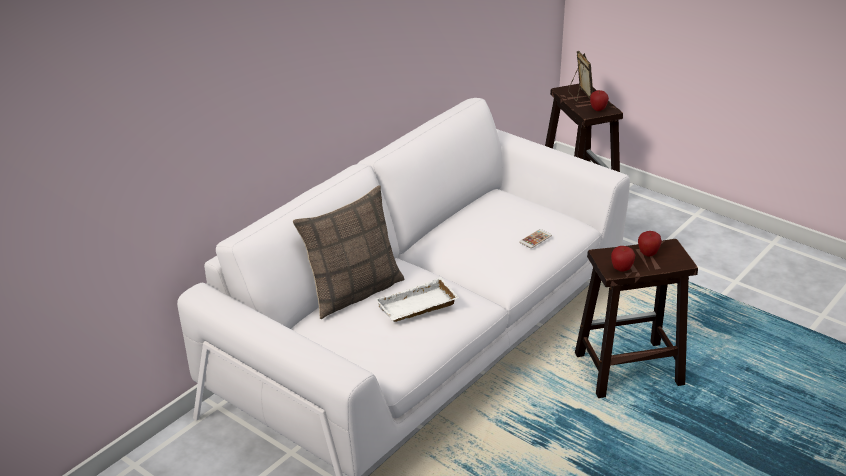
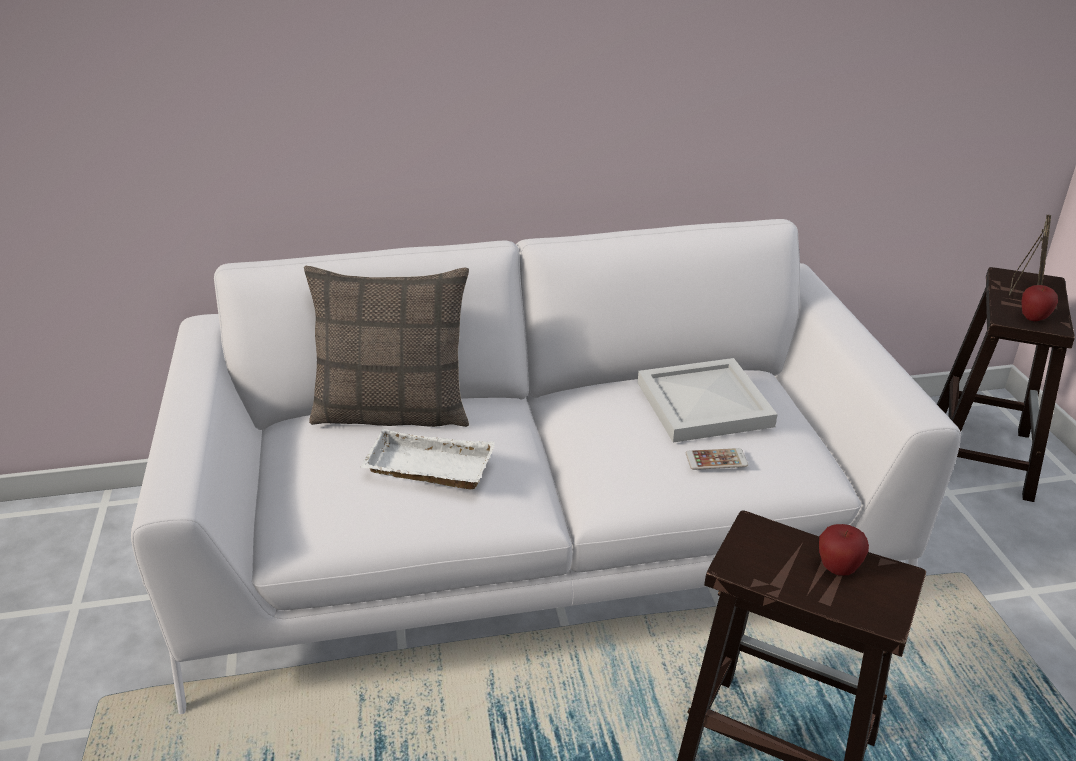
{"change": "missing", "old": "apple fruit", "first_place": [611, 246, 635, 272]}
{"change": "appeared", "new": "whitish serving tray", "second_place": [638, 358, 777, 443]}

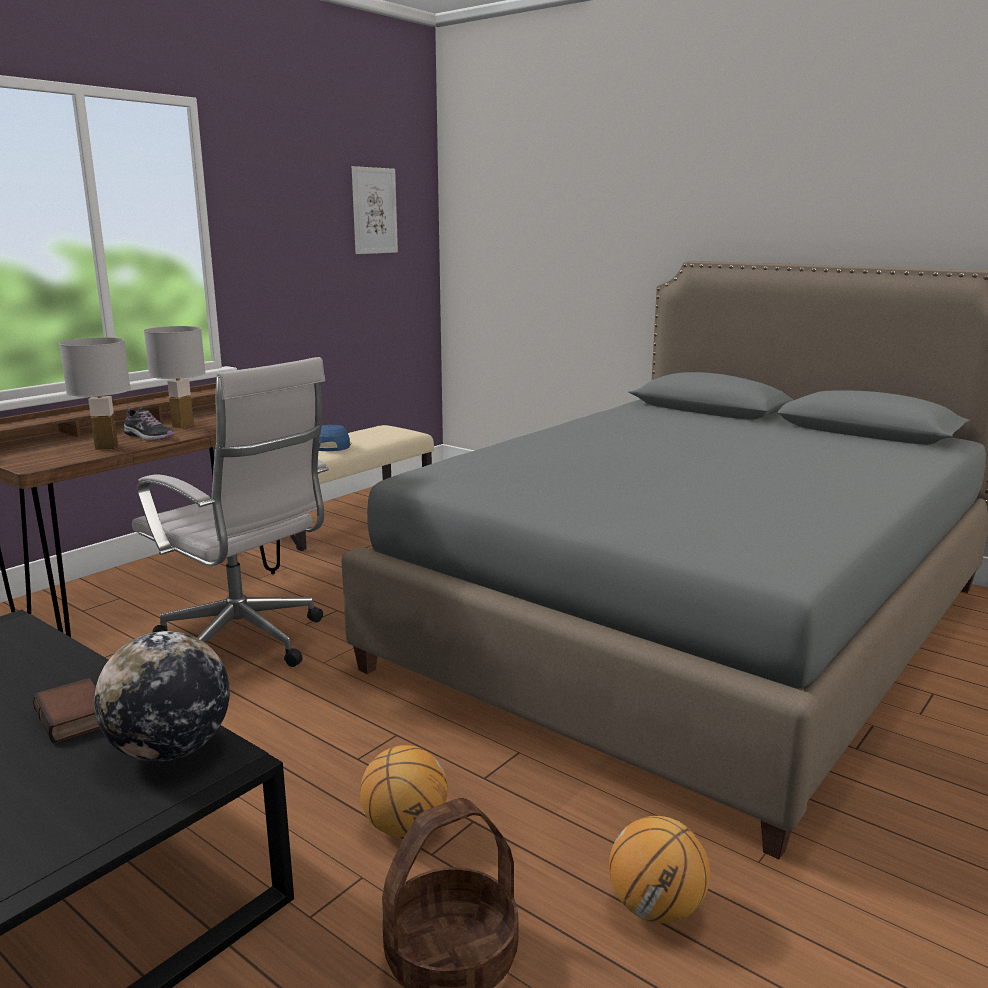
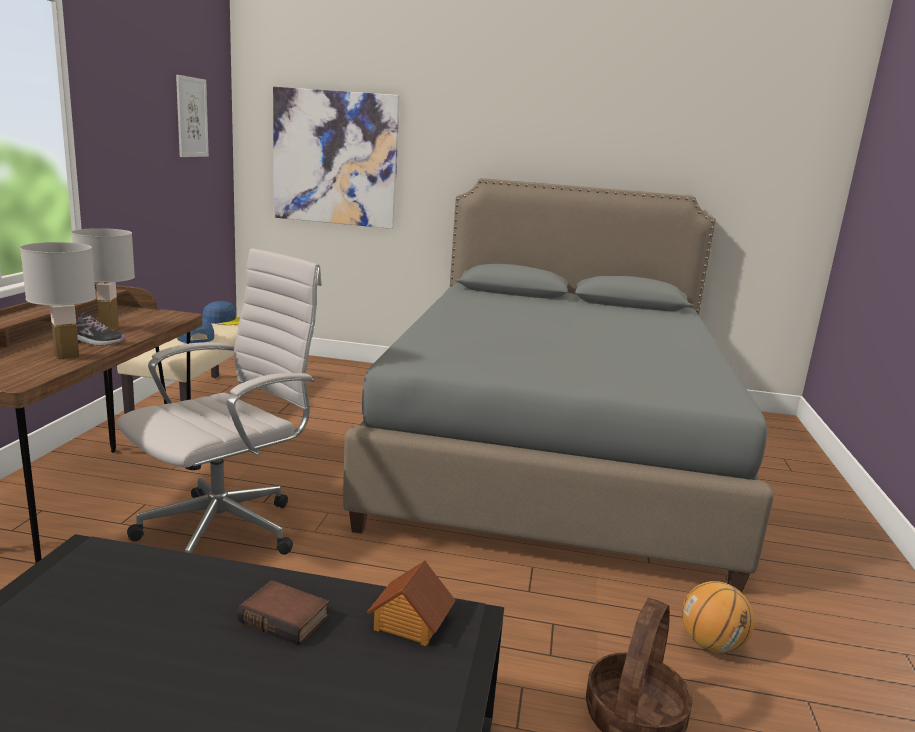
{"change": "spun", "old": "whitish computer chair", "first_place": [132, 357, 329, 667], "second_place": [117, 248, 322, 555], "degrees": -60}
{"change": "exchanged", "old": "globe", "new": "model house", "first_place": [94, 631, 230, 762], "second_place": [367, 560, 456, 646]}
{"change": "missing", "old": "basketball ball", "first_place": [360, 745, 448, 837]}
{"change": "appeared", "new": "wall picture", "second_place": [273, 87, 400, 229]}
{"change": "appeared", "new": "bluish baseball cap", "second_place": [203, 301, 240, 325]}

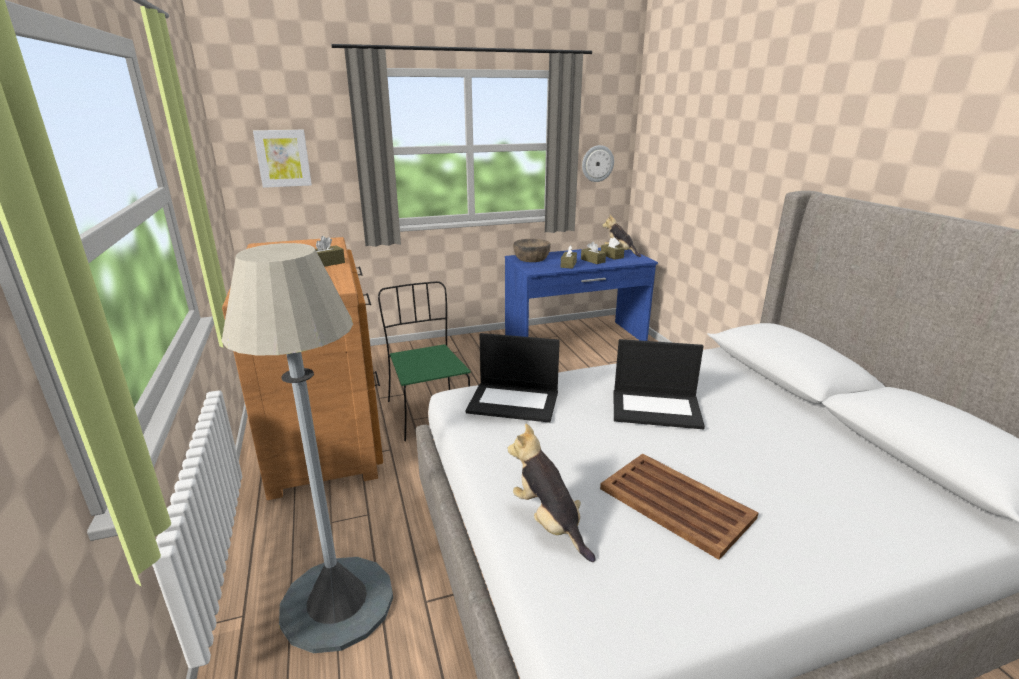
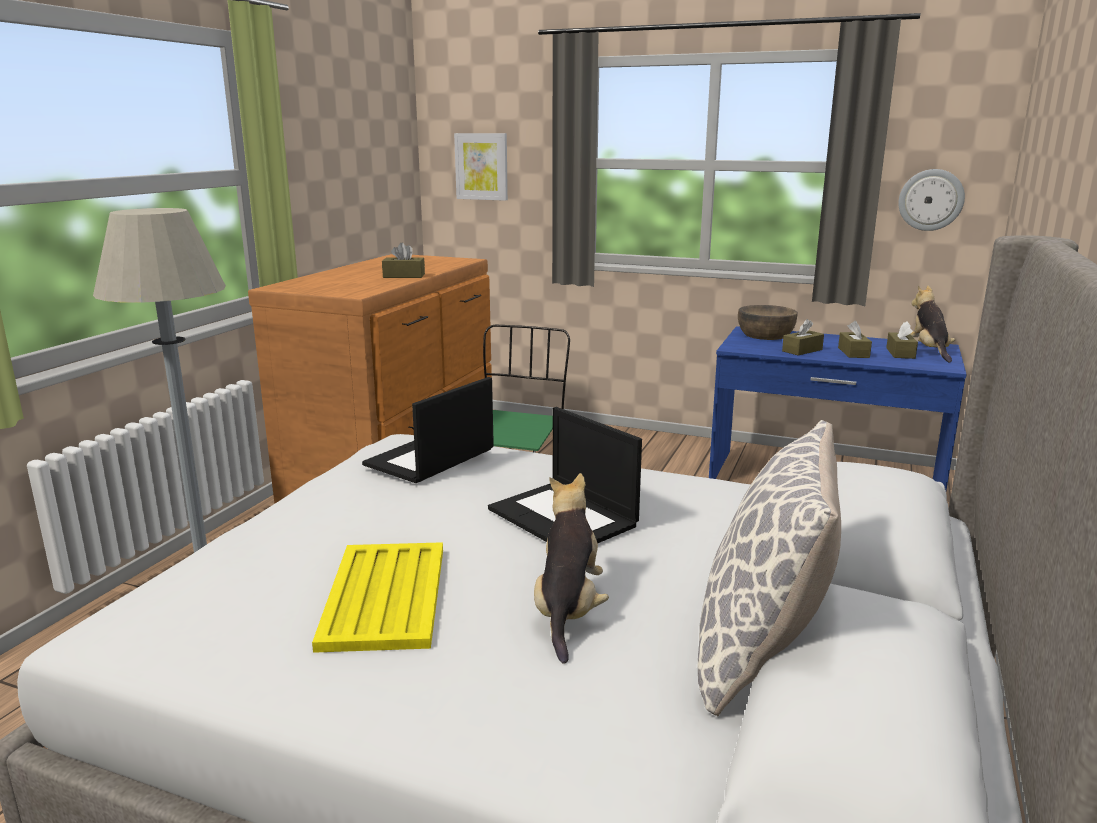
{"change": "spun", "old": "laptop", "first_place": [466, 333, 560, 423], "second_place": [362, 377, 494, 483], "degrees": 75}
{"change": "relocated", "old": "soft toy", "first_place": [507, 424, 596, 562], "second_place": [534, 473, 609, 664]}
{"change": "colour", "old": "brownish serving tray", "new": "yellow serving tray", "first_place": [600, 454, 758, 560], "second_place": [312, 542, 443, 653]}
{"change": "appeared", "new": "pillow", "second_place": [698, 420, 841, 716]}

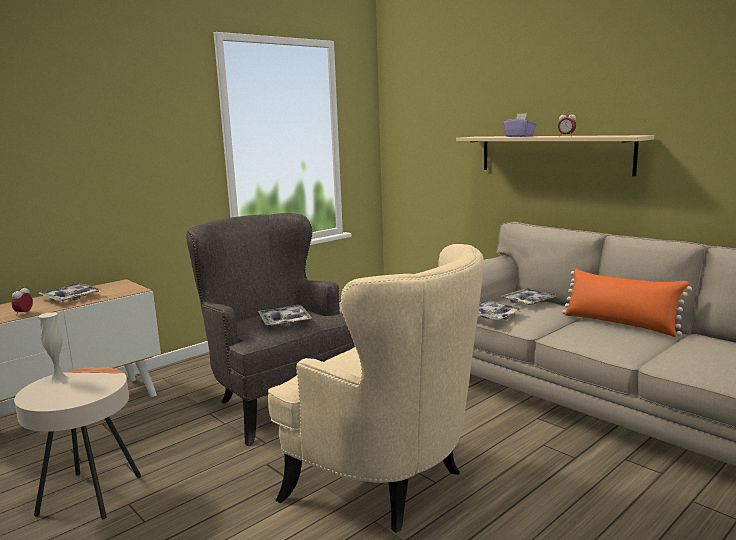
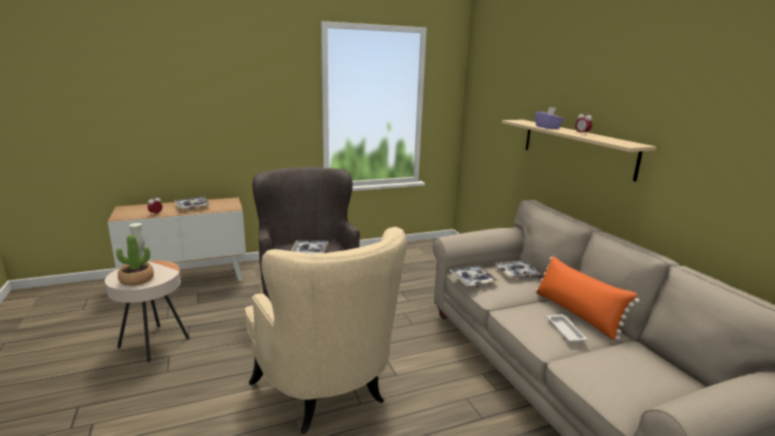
{"change": "appeared", "new": "potted plant", "second_place": [116, 235, 154, 286]}
{"change": "appeared", "new": "whitish serving tray", "second_place": [547, 315, 588, 342]}

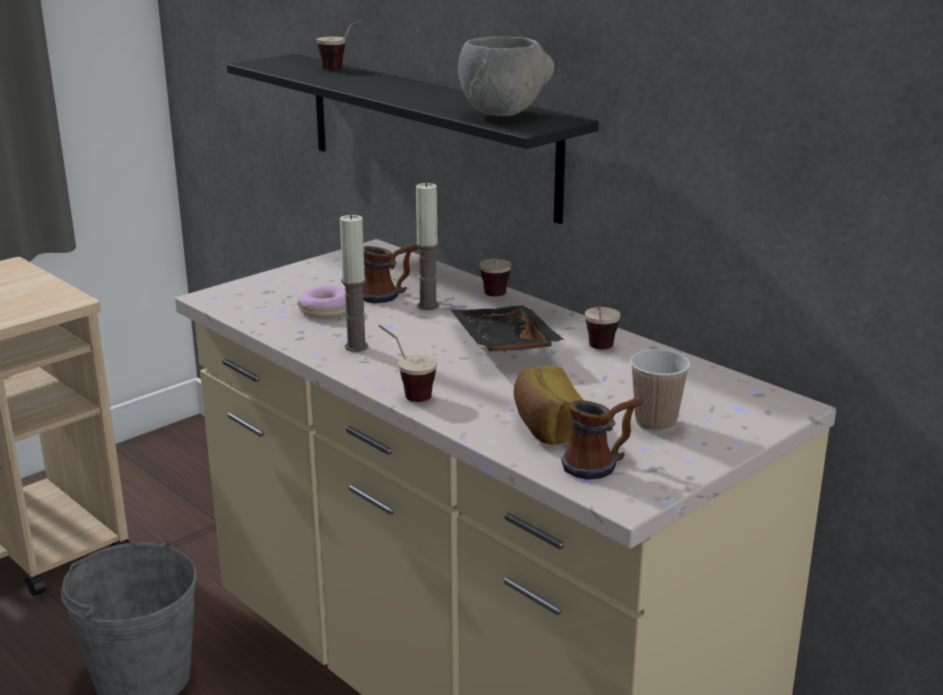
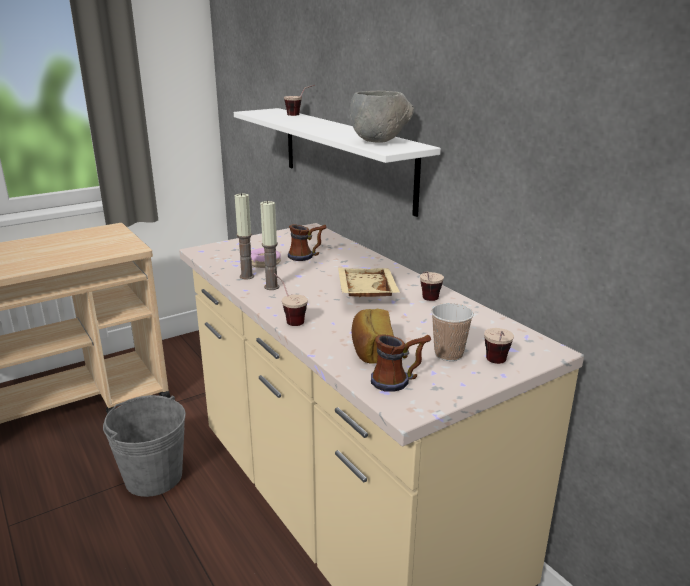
{"change": "colour", "old": "black wall shelf", "new": "whitish wall shelf", "first_place": [227, 54, 599, 224], "second_place": [234, 108, 441, 217]}
{"change": "relocated", "old": "wax candle", "first_place": [416, 182, 439, 310], "second_place": [234, 193, 254, 279]}
{"change": "relocated", "old": "small cup", "first_place": [480, 256, 511, 297], "second_place": [484, 328, 514, 364]}
{"change": "colour", "old": "black serving tray", "new": "beige serving tray", "first_place": [451, 305, 565, 352], "second_place": [338, 268, 400, 297]}

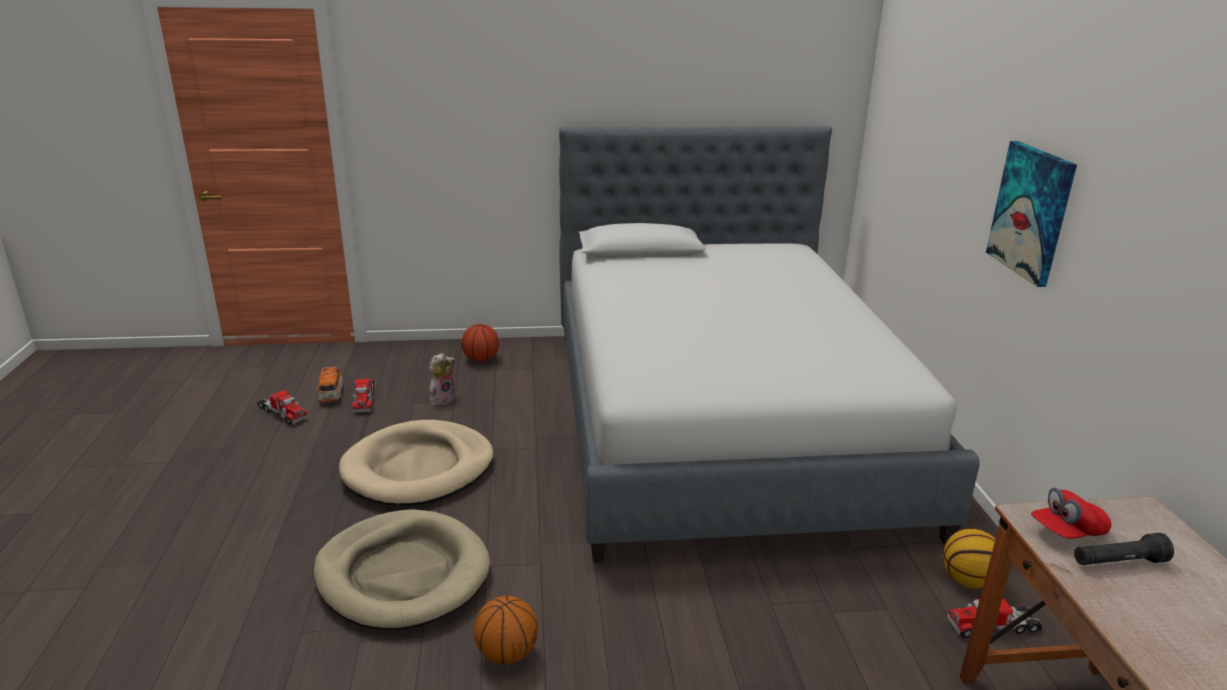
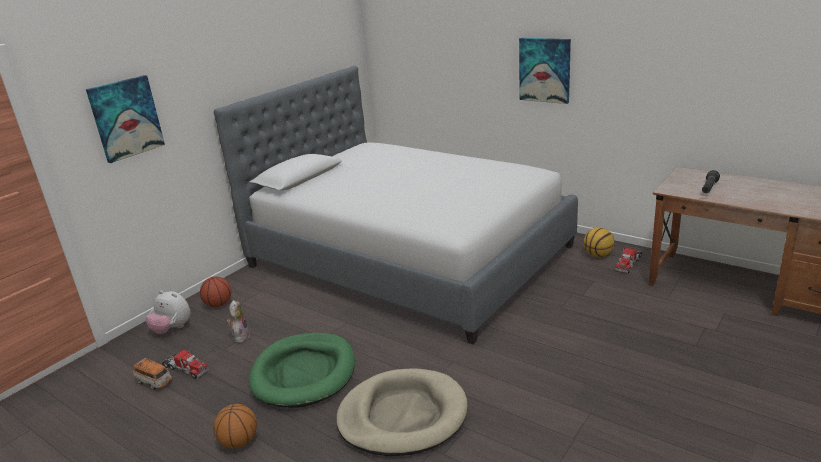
{"change": "missing", "old": "toy lorry", "first_place": [257, 389, 308, 425]}
{"change": "colour", "old": "beige dog bed", "new": "green dog bed", "first_place": [339, 420, 493, 506], "second_place": [249, 333, 355, 408]}
{"change": "missing", "old": "reddish baseball cap", "first_place": [1031, 488, 1111, 539]}
{"change": "relocated", "old": "basketball ball", "first_place": [474, 596, 538, 664], "second_place": [213, 404, 257, 448]}
{"change": "appeared", "new": "wall picture", "second_place": [86, 75, 165, 163]}
{"change": "appeared", "new": "soft toy", "second_place": [146, 291, 190, 334]}

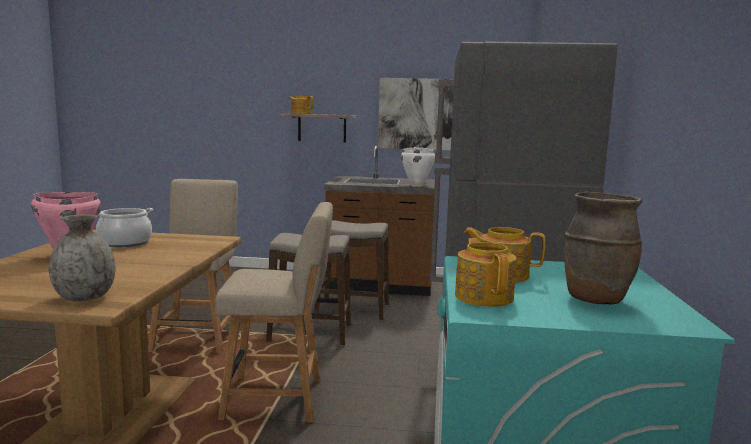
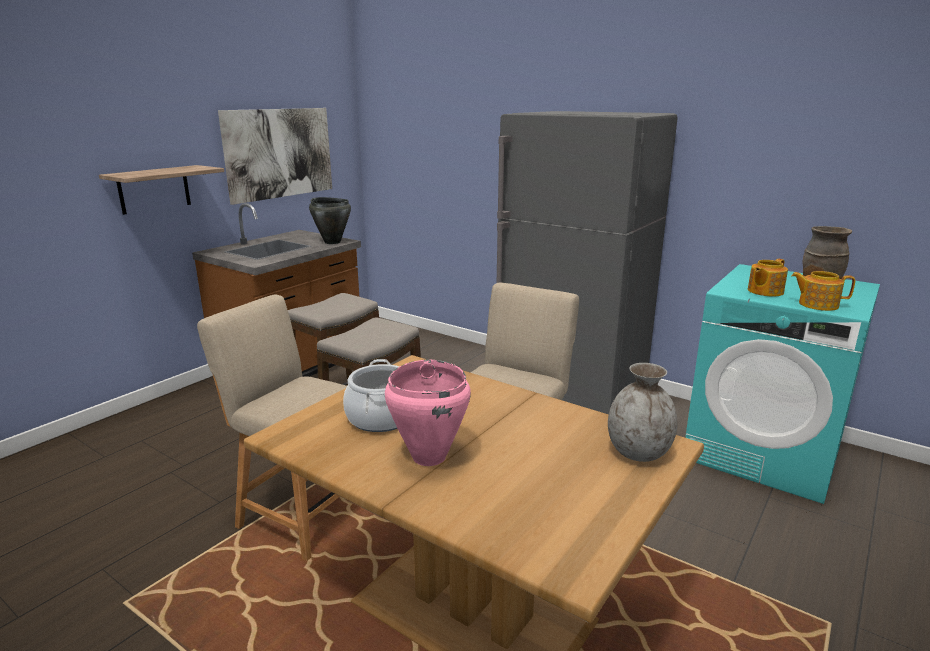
{"change": "missing", "old": "tea pot", "first_place": [289, 96, 313, 114]}
{"change": "colour", "old": "whitish stockpot", "new": "black stockpot", "first_place": [401, 147, 435, 187], "second_place": [309, 197, 351, 244]}

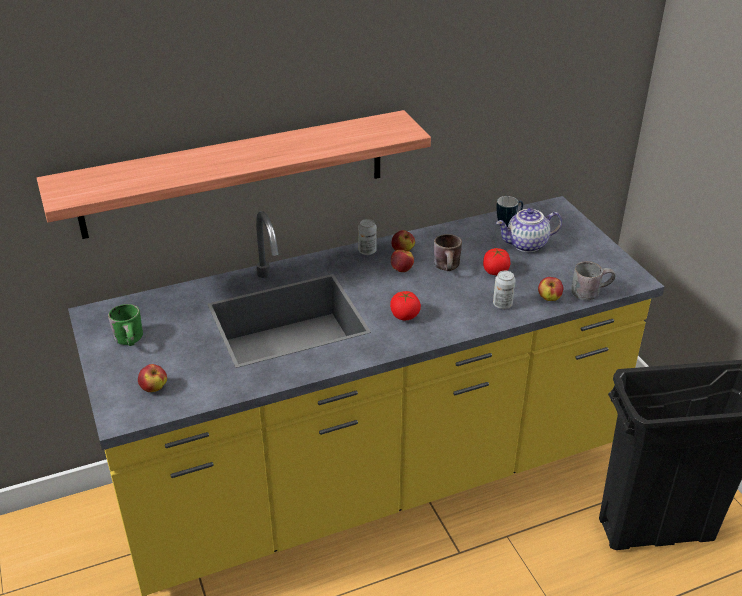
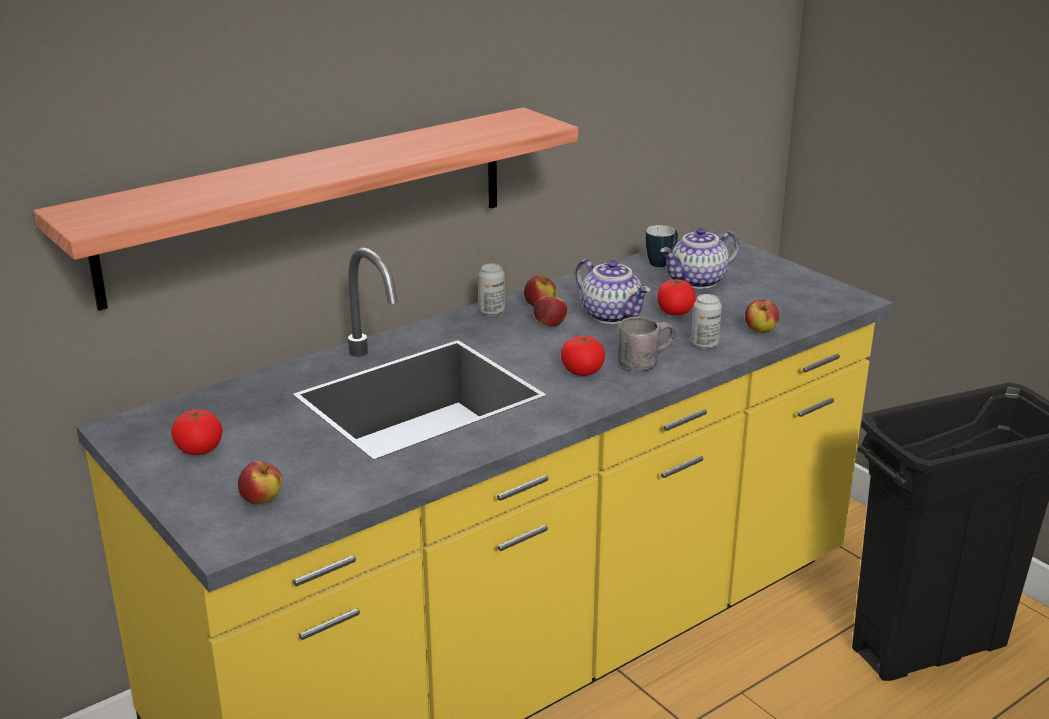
{"change": "exchanged", "old": "brownish mug", "new": "tea pot", "first_place": [434, 234, 462, 271], "second_place": [575, 259, 651, 324]}
{"change": "relocated", "old": "greyish mug", "first_place": [571, 261, 615, 300], "second_place": [618, 316, 676, 371]}
{"change": "exchanged", "old": "green mug", "new": "fresh tomato", "first_place": [108, 304, 143, 346], "second_place": [171, 409, 222, 455]}

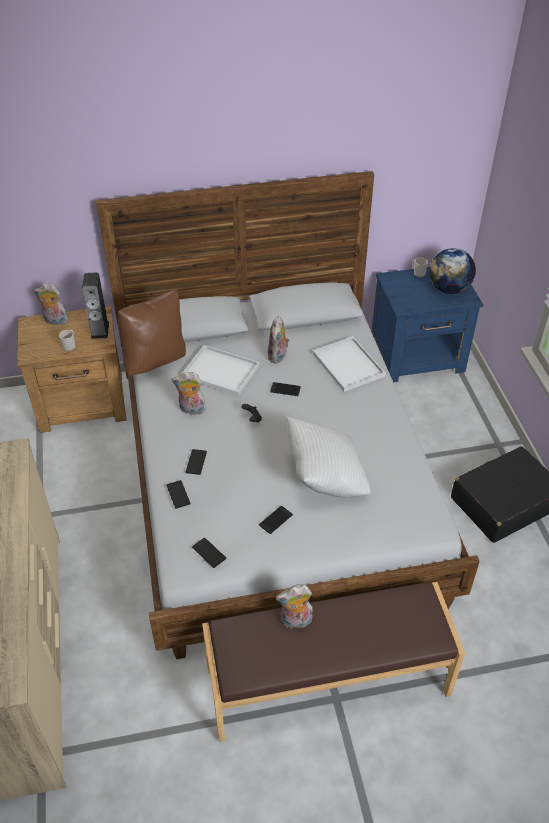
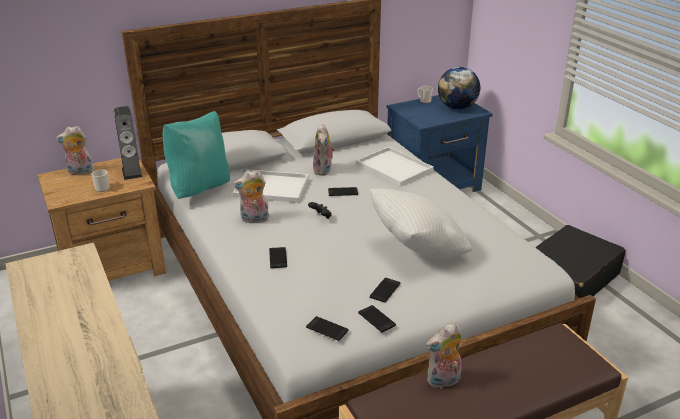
{"change": "colour", "old": "brownish pillow", "new": "blue-green pillow", "first_place": [118, 290, 186, 376], "second_place": [163, 111, 230, 199]}
{"change": "relocated", "old": "handset", "first_place": [166, 480, 190, 508], "second_place": [358, 305, 396, 332]}

